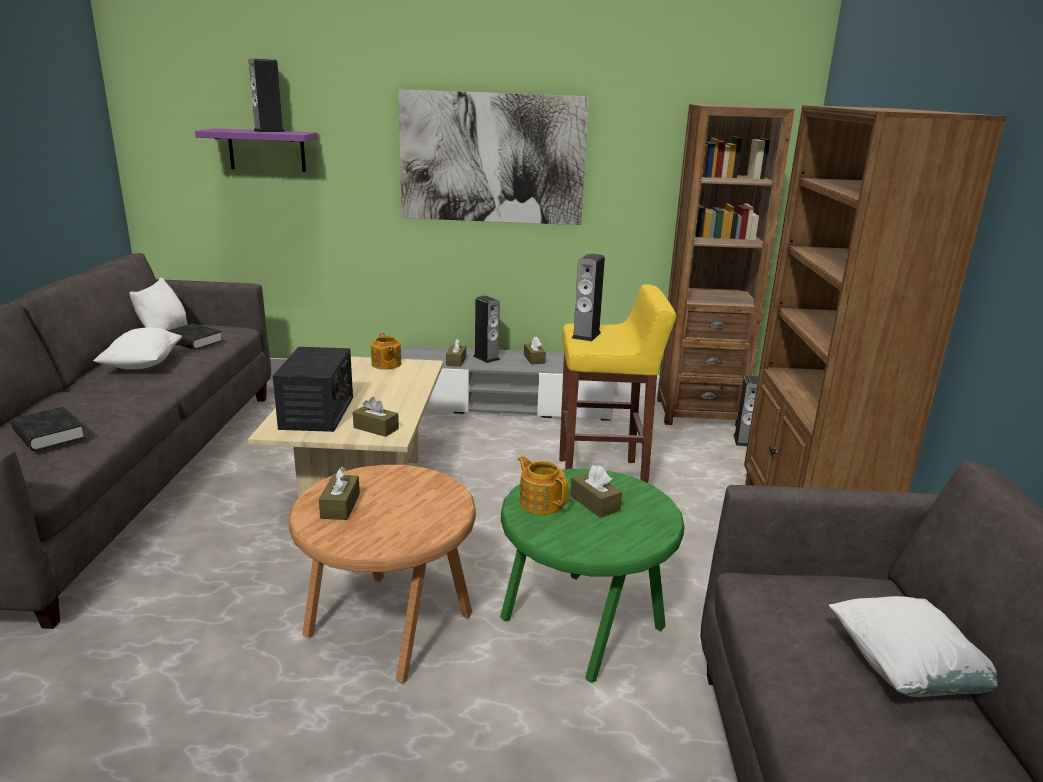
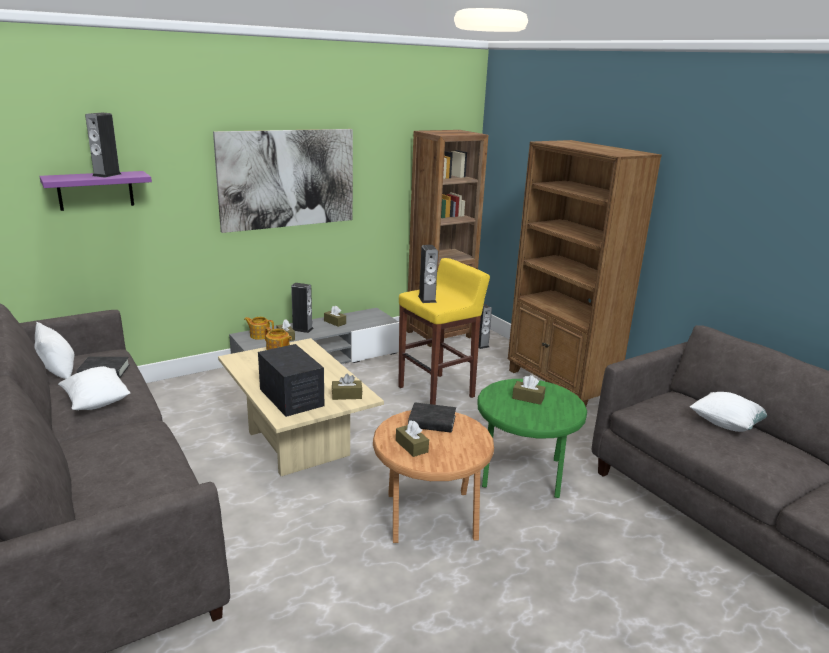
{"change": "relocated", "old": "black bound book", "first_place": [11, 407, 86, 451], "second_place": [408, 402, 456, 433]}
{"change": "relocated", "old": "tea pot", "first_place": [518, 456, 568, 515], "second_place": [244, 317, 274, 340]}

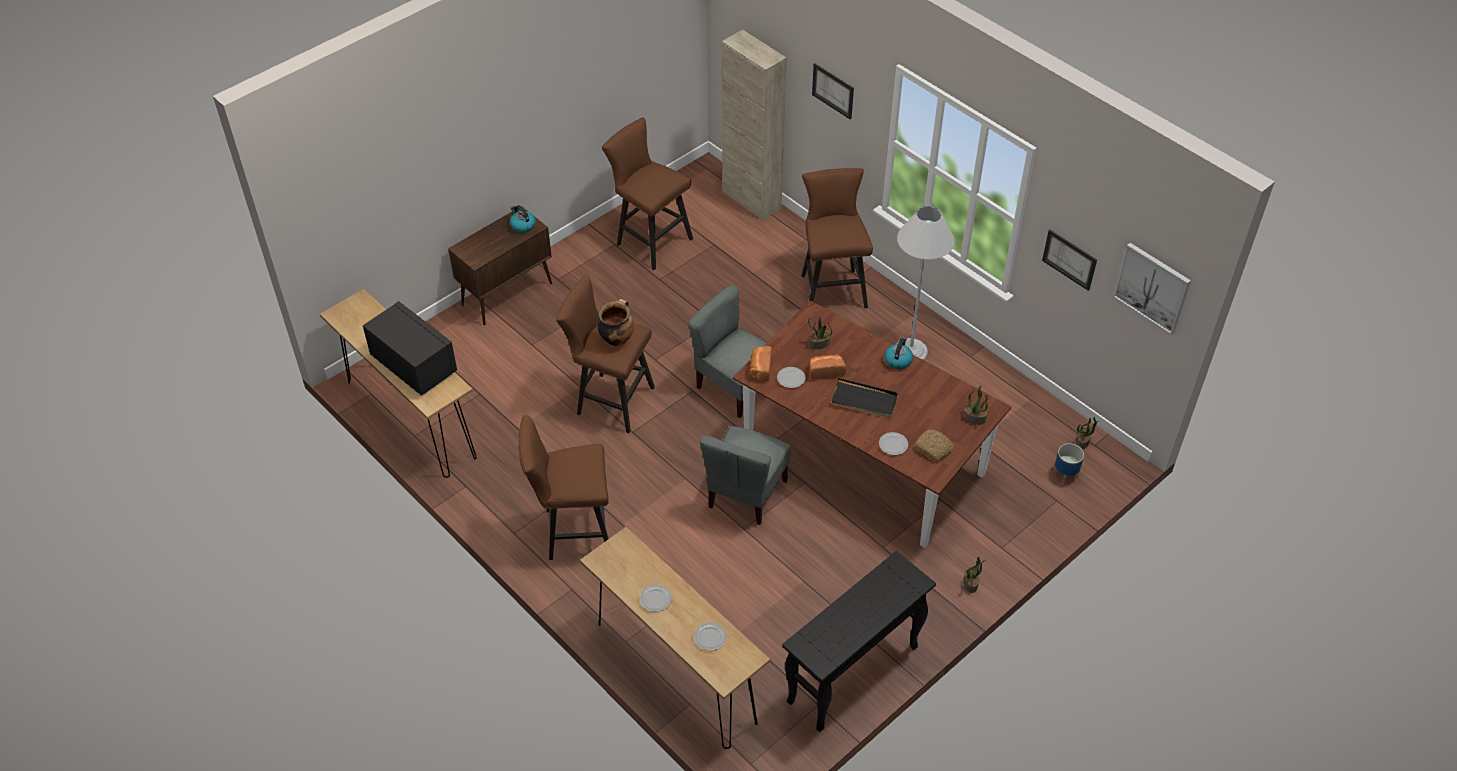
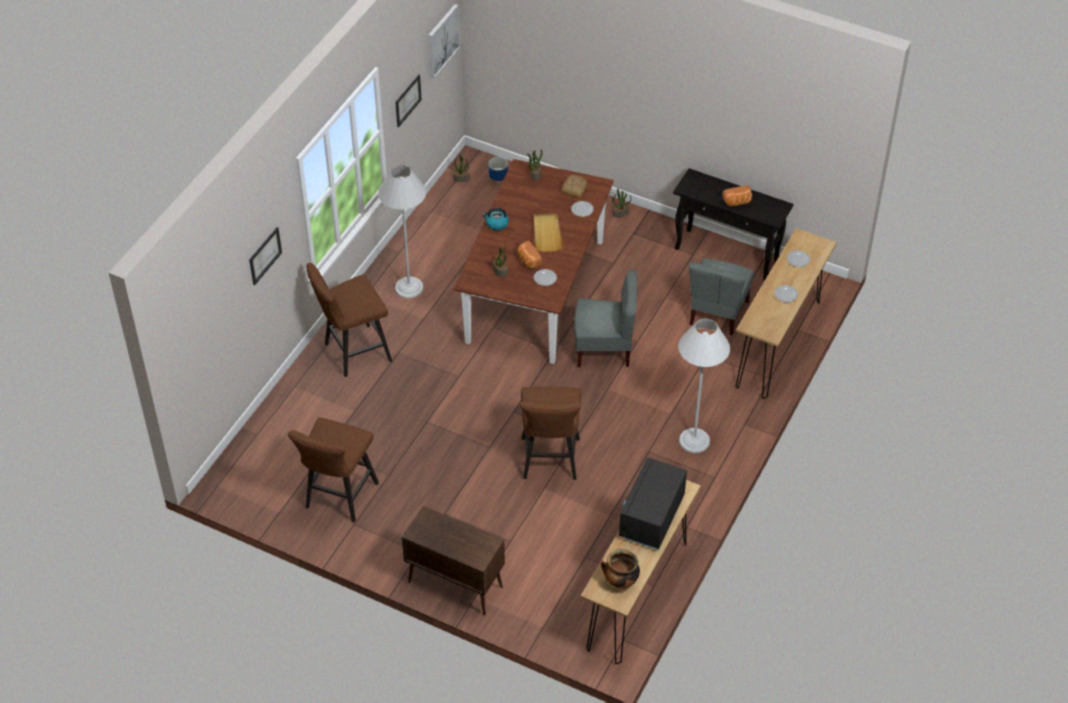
{"change": "missing", "old": "beige cupboard", "first_place": [722, 30, 787, 221]}
{"change": "missing", "old": "water kettle", "first_place": [510, 205, 536, 233]}
{"change": "relocated", "old": "greyish chair", "first_place": [688, 285, 768, 418], "second_place": [689, 258, 754, 335]}
{"change": "relocated", "old": "stockpot", "first_place": [597, 299, 634, 346], "second_place": [601, 549, 640, 589]}
{"change": "relocated", "old": "baked bread", "first_place": [750, 346, 772, 381], "second_place": [722, 185, 752, 207]}
{"change": "colour", "old": "black serving tray", "new": "beige serving tray", "first_place": [830, 378, 898, 418], "second_place": [534, 213, 563, 252]}
{"change": "exchanged", "old": "brownish stool", "new": "whitish floor lamp", "first_place": [519, 415, 609, 560], "second_place": [678, 318, 730, 453]}

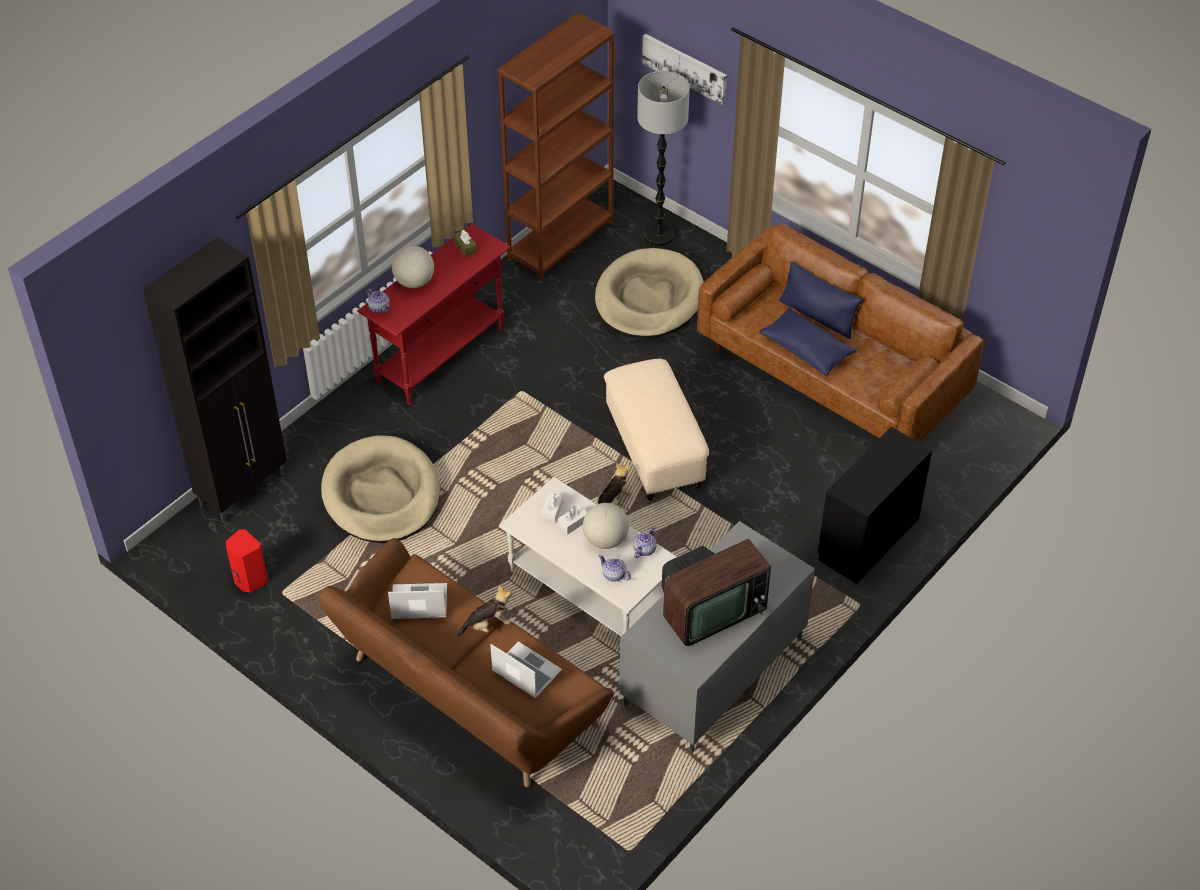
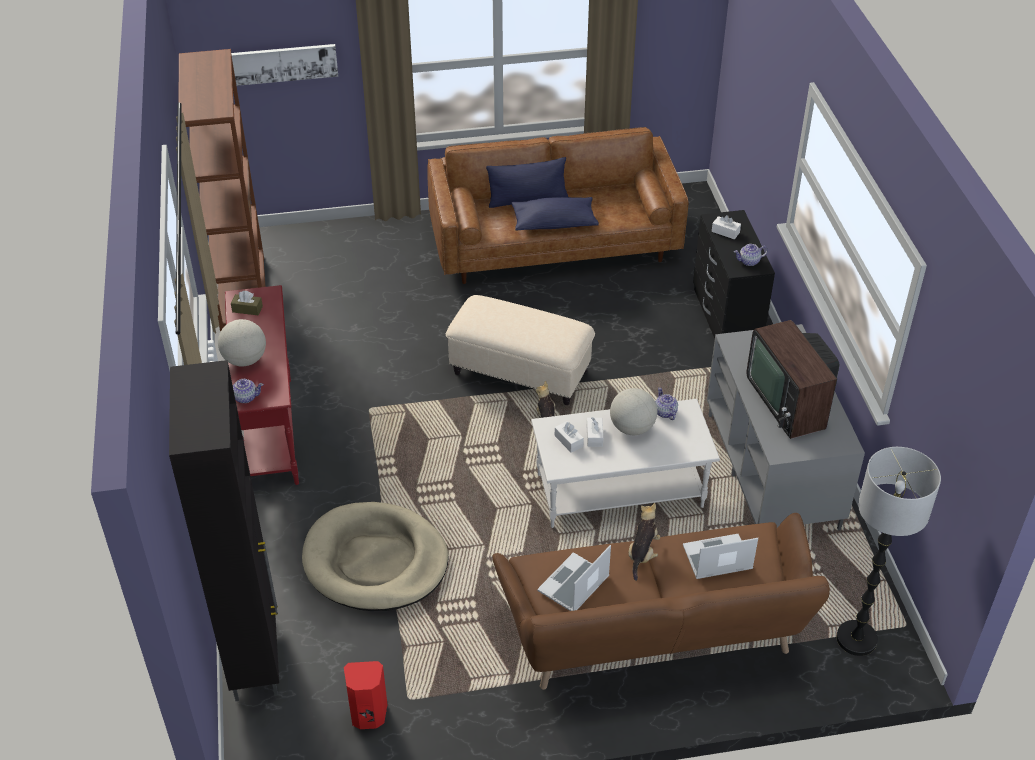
{"change": "relocated", "old": "floor lamp", "first_place": [637, 71, 690, 246], "second_place": [837, 447, 941, 656]}
{"change": "missing", "old": "beige dog bed", "first_place": [595, 248, 704, 338]}
{"change": "spun", "old": "television", "first_place": [662, 539, 771, 646], "second_place": [746, 320, 839, 439], "degrees": 150}
{"change": "relocated", "old": "tea pot", "first_place": [598, 555, 631, 582], "second_place": [734, 244, 768, 266]}
{"change": "appeared", "new": "whitish tissue box", "second_place": [712, 215, 741, 239]}

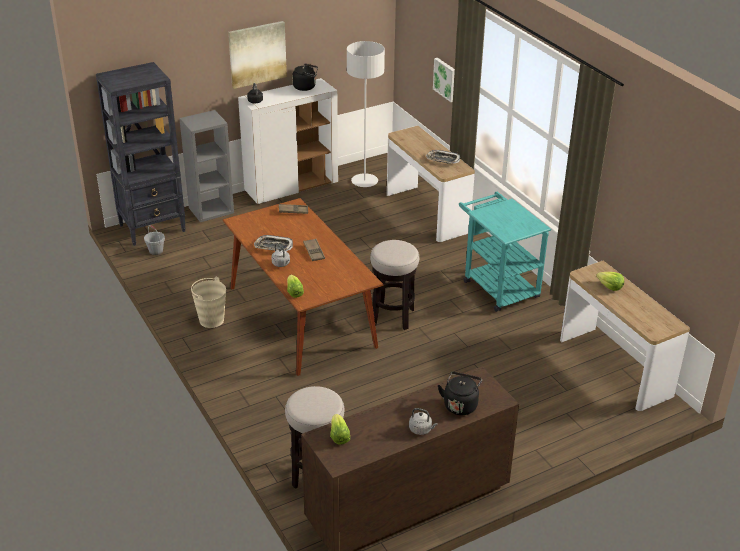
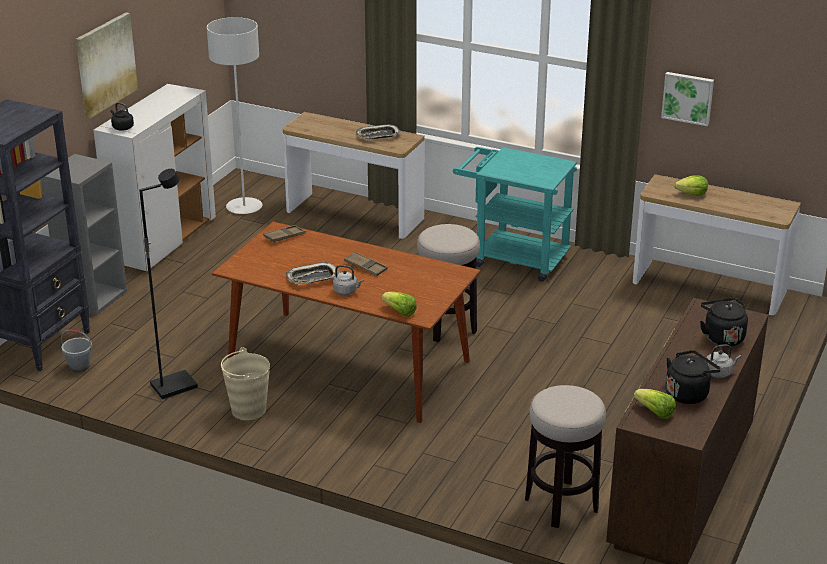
{"change": "relocated", "old": "wall picture", "first_place": [433, 58, 455, 102], "second_place": [661, 72, 714, 126]}
{"change": "relocated", "old": "black water kettle", "first_place": [292, 64, 318, 91], "second_place": [666, 350, 721, 404]}
{"change": "appeared", "new": "black floor lamp", "second_place": [139, 169, 198, 399]}

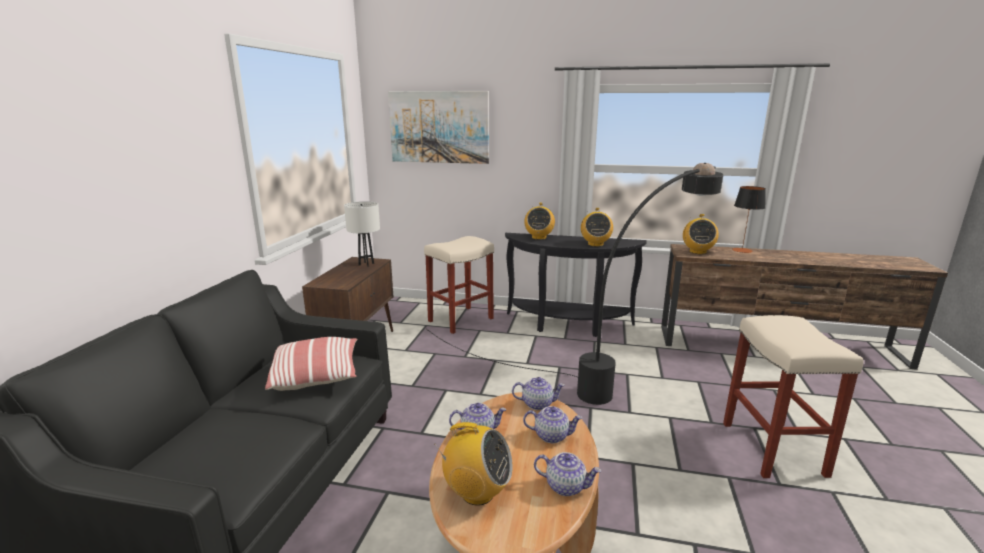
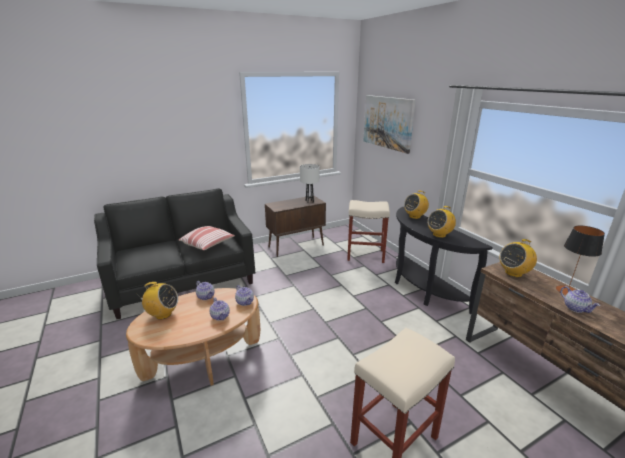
{"change": "missing", "old": "black floor lamp", "first_place": [426, 163, 723, 405]}
{"change": "spun", "old": "radio set", "first_place": [434, 422, 513, 506], "second_place": [139, 282, 178, 320], "degrees": -60}
{"change": "relocated", "old": "tea pot", "first_place": [534, 452, 601, 496], "second_place": [560, 286, 600, 313]}

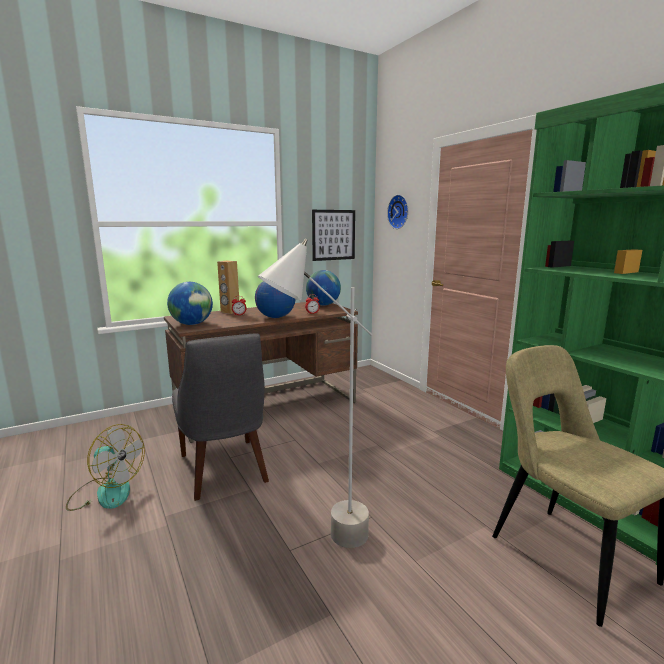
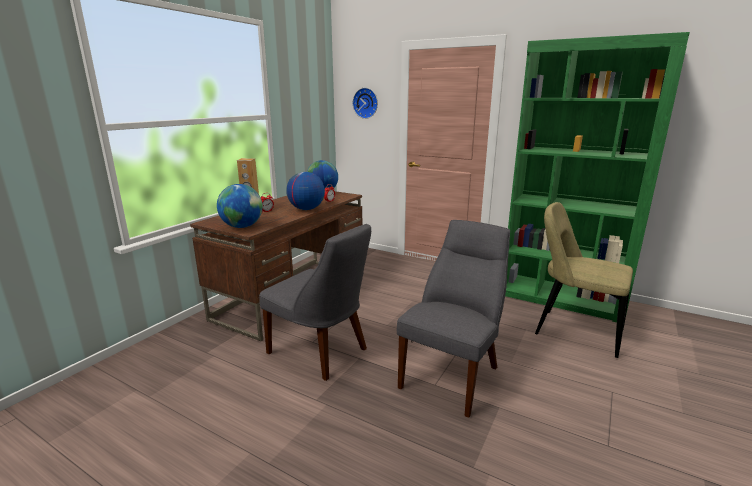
{"change": "missing", "old": "wall picture", "first_place": [312, 210, 355, 261]}
{"change": "exchanged", "old": "greyish floor lamp", "new": "greyish chair", "first_place": [258, 239, 372, 548], "second_place": [397, 220, 510, 418]}
{"change": "missing", "old": "electric fan", "first_place": [66, 424, 145, 511]}

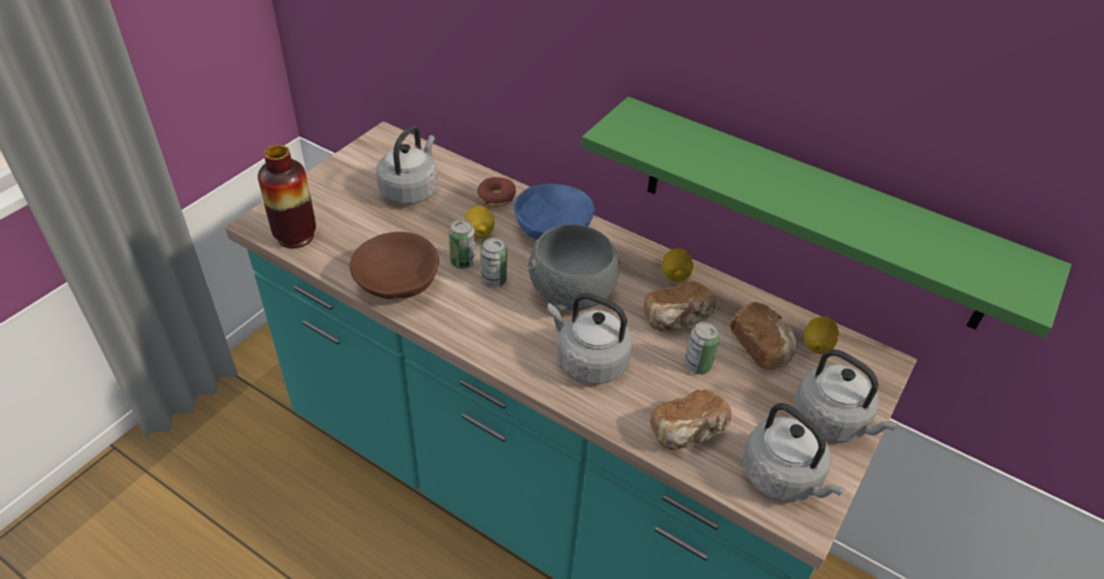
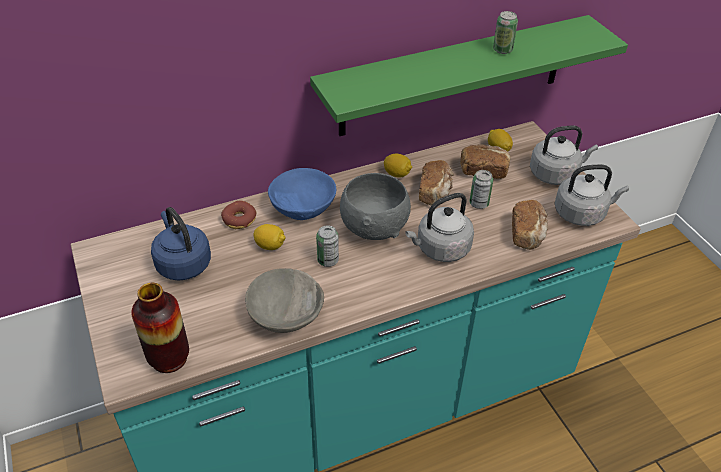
{"change": "colour", "old": "greyish water kettle", "new": "bluish water kettle", "first_place": [376, 125, 438, 205], "second_place": [151, 207, 211, 281]}
{"change": "relocated", "old": "sealed can", "first_place": [449, 219, 476, 269], "second_place": [493, 11, 518, 54]}
{"change": "colour", "old": "brownish deep dish", "new": "greyish deep dish", "first_place": [349, 232, 439, 299], "second_place": [245, 268, 324, 333]}

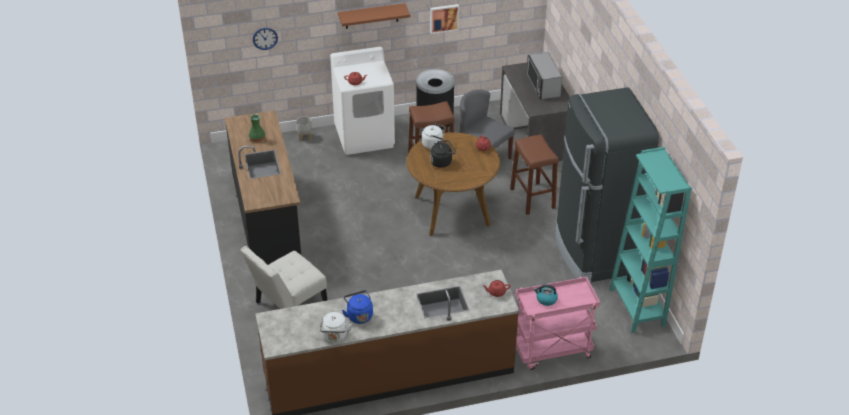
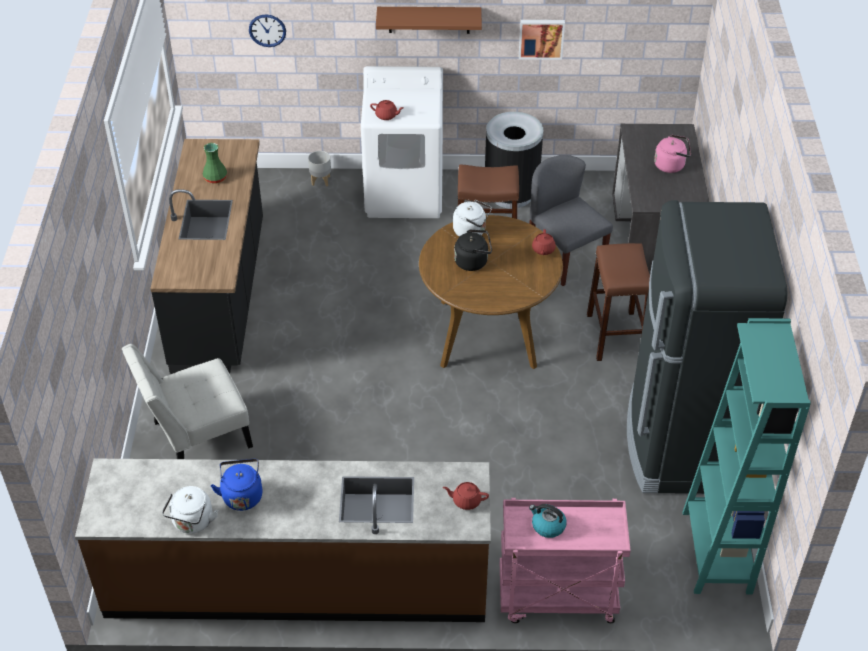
{"change": "exchanged", "old": "microwave", "new": "pink-coloured water kettle", "first_place": [526, 52, 562, 99], "second_place": [654, 135, 691, 173]}

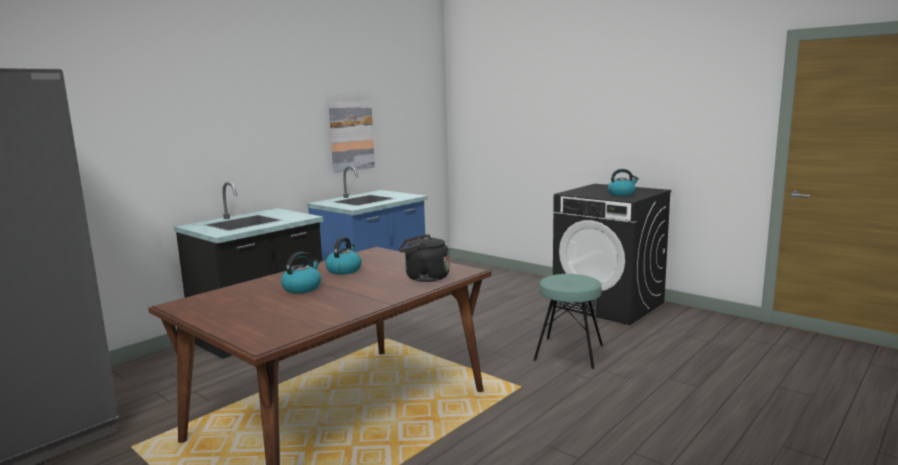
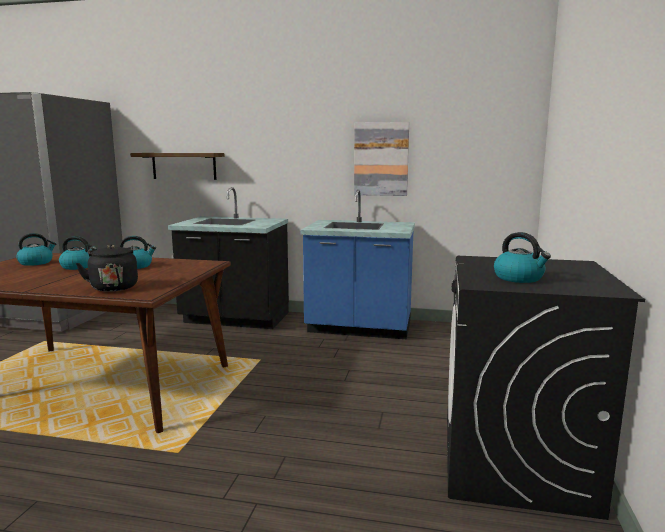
{"change": "missing", "old": "blue-green stool", "first_place": [533, 274, 603, 369]}
{"change": "appeared", "new": "wall shelf", "second_place": [130, 153, 224, 180]}
{"change": "appeared", "new": "water kettle", "second_place": [16, 233, 56, 266]}

